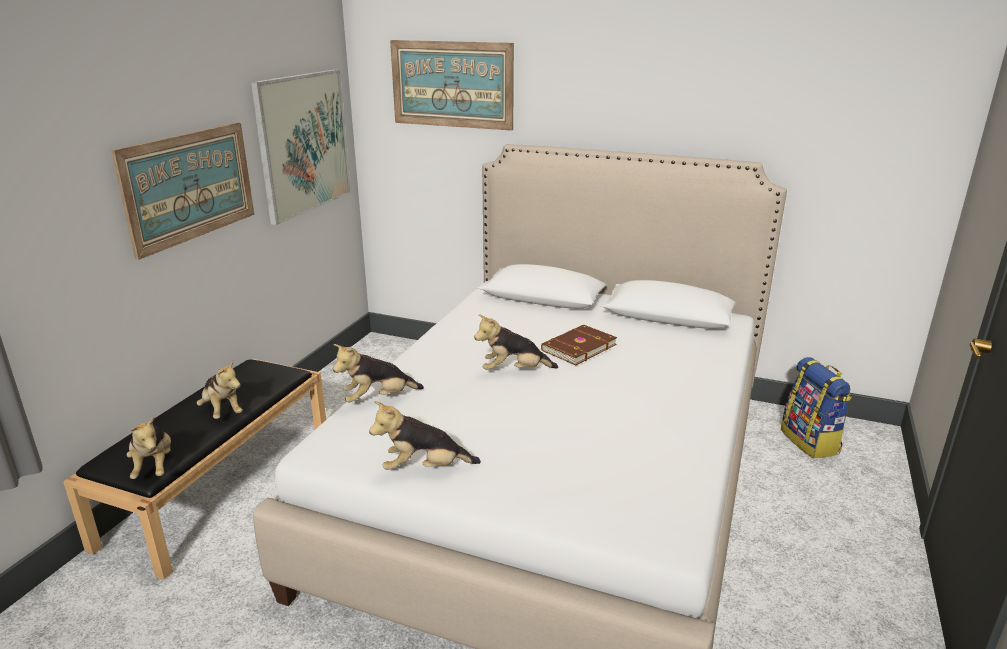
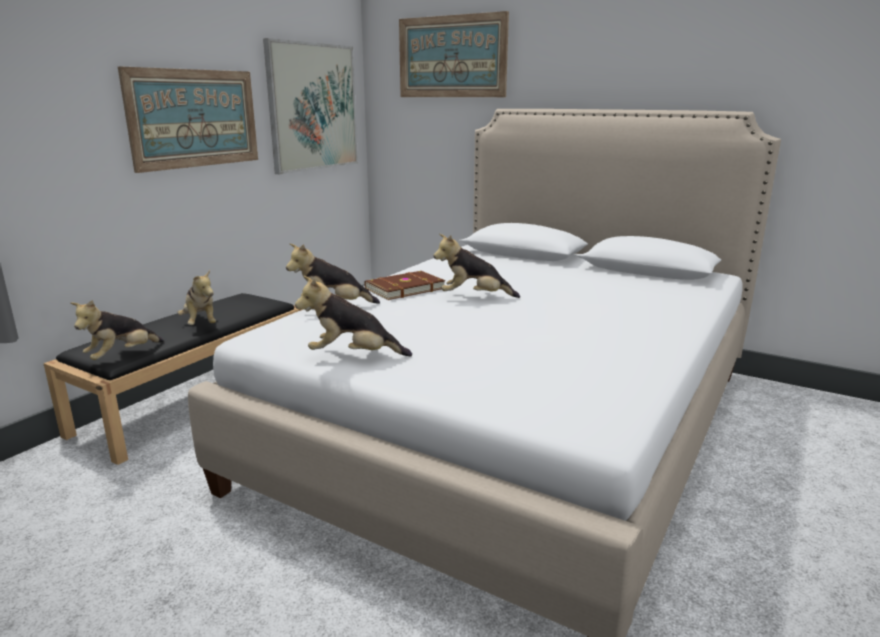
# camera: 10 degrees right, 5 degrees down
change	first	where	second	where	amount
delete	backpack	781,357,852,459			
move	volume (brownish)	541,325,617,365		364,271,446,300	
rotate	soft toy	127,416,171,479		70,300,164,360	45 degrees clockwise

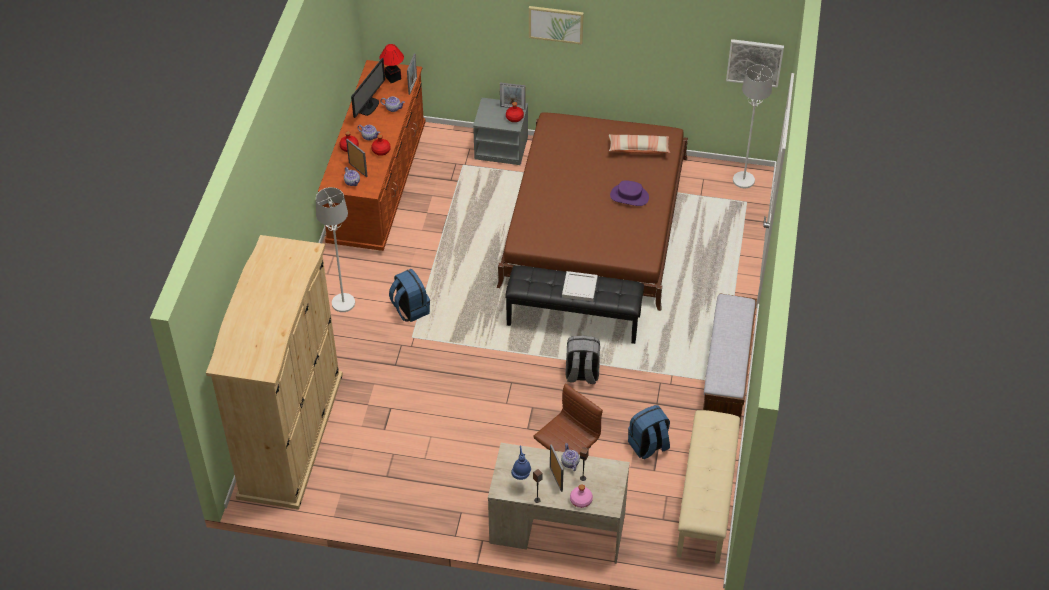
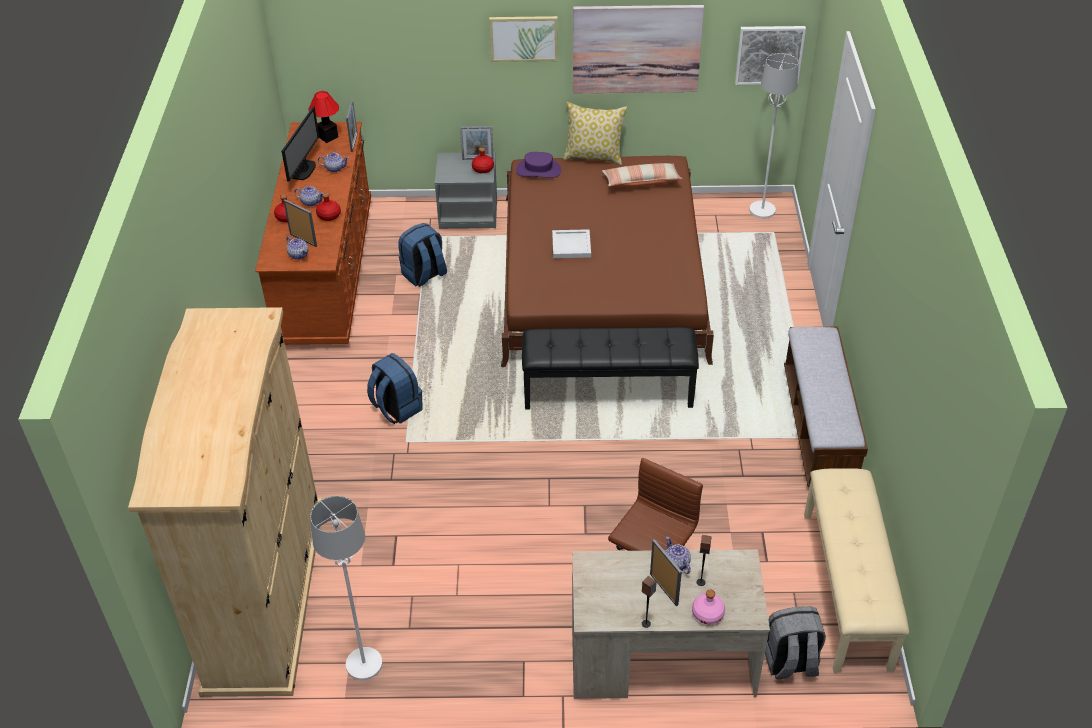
# camera: 10 degrees left, 5 degrees down
change	first	where	second	where	amount
delete	lamp for a table (bluish)	511,445,531,480			
insert			throw pillow	563,102,627,165	
insert			wall art	573,5,704,94	
move	standing lamp (whitish)	316,187,355,312		310,496,383,680	
move	serving tray (whitish)	562,271,598,301		552,229,591,258	
move	backpack (grey)	565,335,600,384		765,607,826,679	
move	wearable hat (purple-coloured)	610,180,649,206		516,152,561,178	
move	backpack (bluish)	628,405,670,459		398,223,447,287	

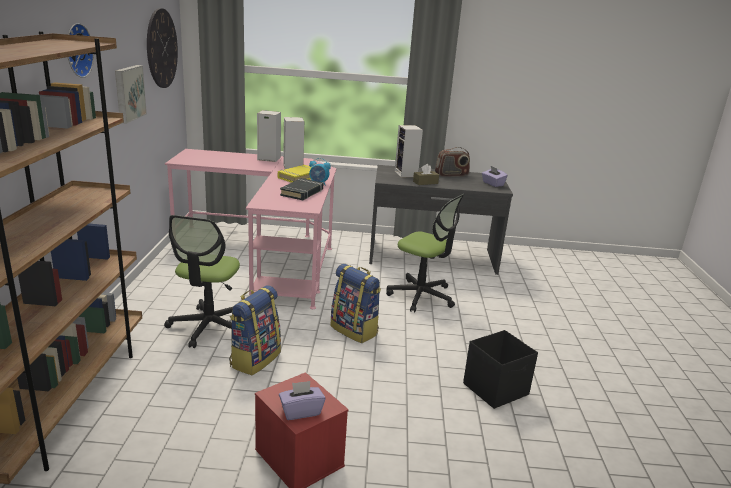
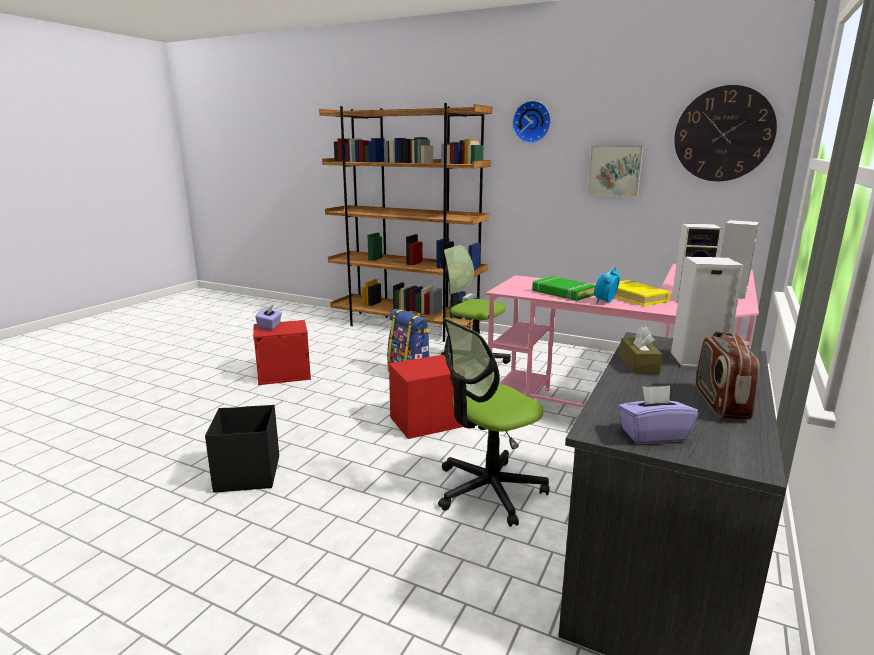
# camera: 115 degrees right, 5 degrees down
change	first	where	second	where	amount
replace	backpack	330,264,381,343	storage box (red-coloured)	389,355,464,439	
recolor	volume (blackish)	280,178,323,200	volume (green)	532,276,596,301	

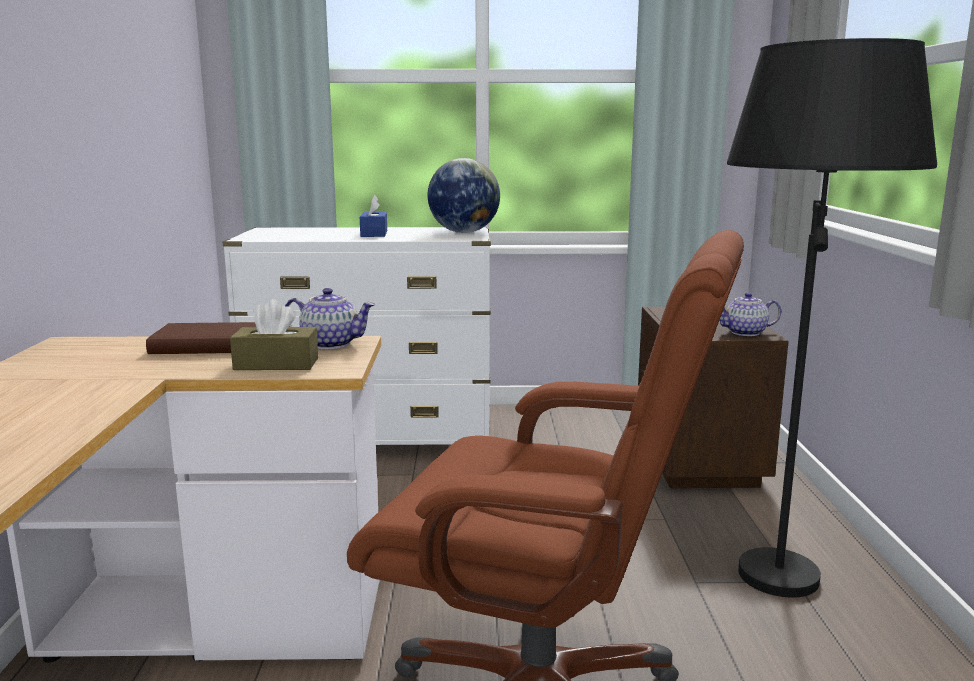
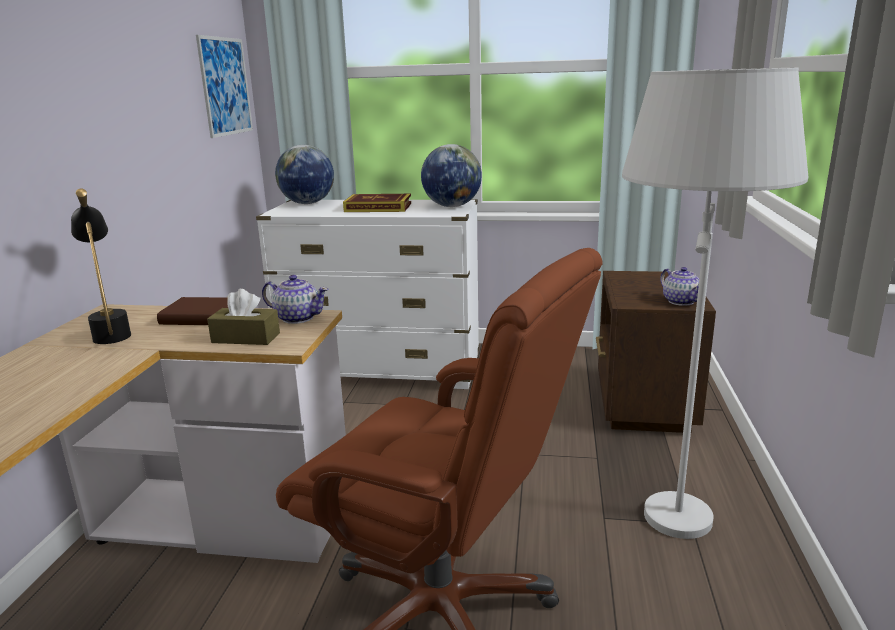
# camera: 10 degrees right, 5 degrees up
change	first	where	second	where	amount
insert			lamp for a table (blackish)	71,189,131,344	
insert			wall art	196,35,253,138	
insert			world globe	275,145,334,204	
replace	tissue holder (bluish)	360,195,387,237	volume	343,194,411,212	
recolor	standing lamp (blackish)	727,38,937,598	standing lamp (whitish)	622,68,808,539	
rotate	teapot	719,292,781,336		660,267,699,306	120 degrees counterclockwise

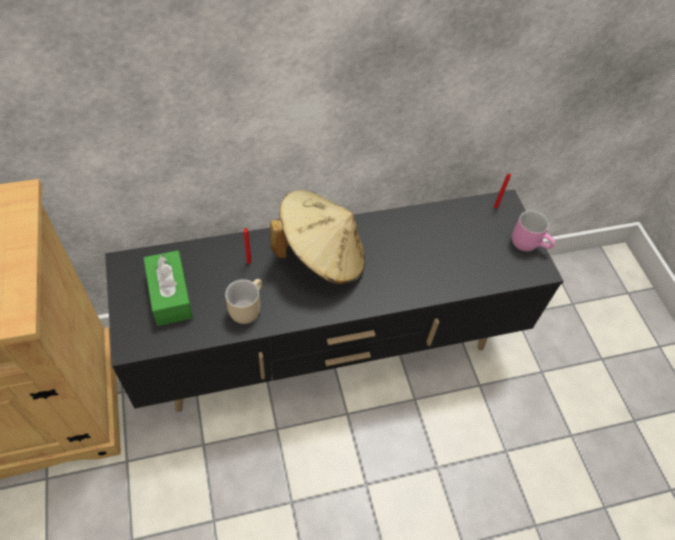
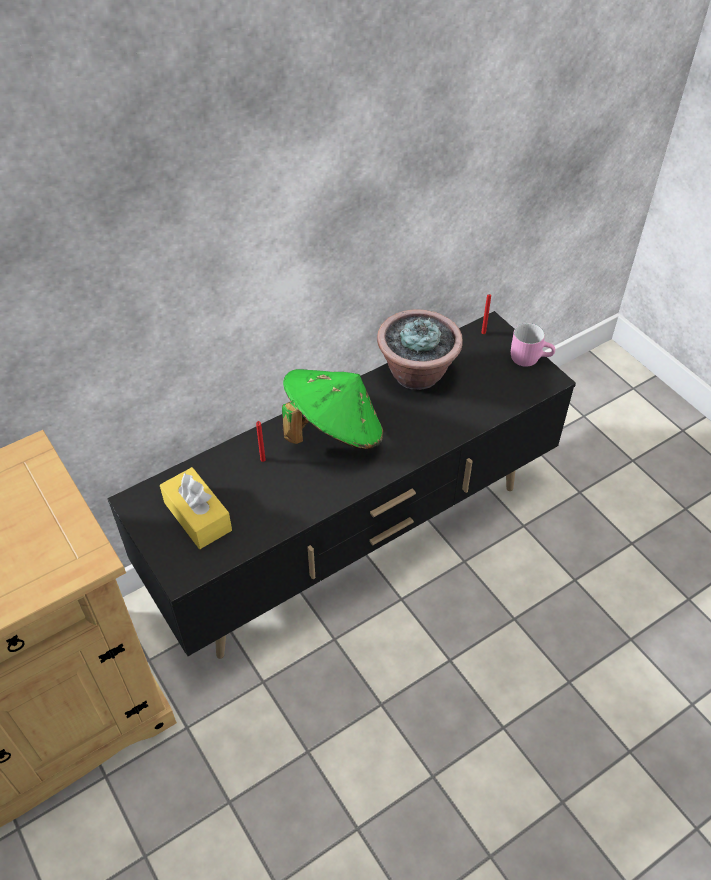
# camera: 15 degrees left, 5 degrees down
change	first	where	second	where	amount
delete	mug (beige)	225,279,262,324			
insert			plant in a pot	377,309,463,390	
recolor	tissue holder (green)	144,250,193,326	tissue holder (yellow-coloured)	160,467,232,549	
recolor	wearable hat (beige)	270,190,365,285	wearable hat (green)	282,369,384,449	

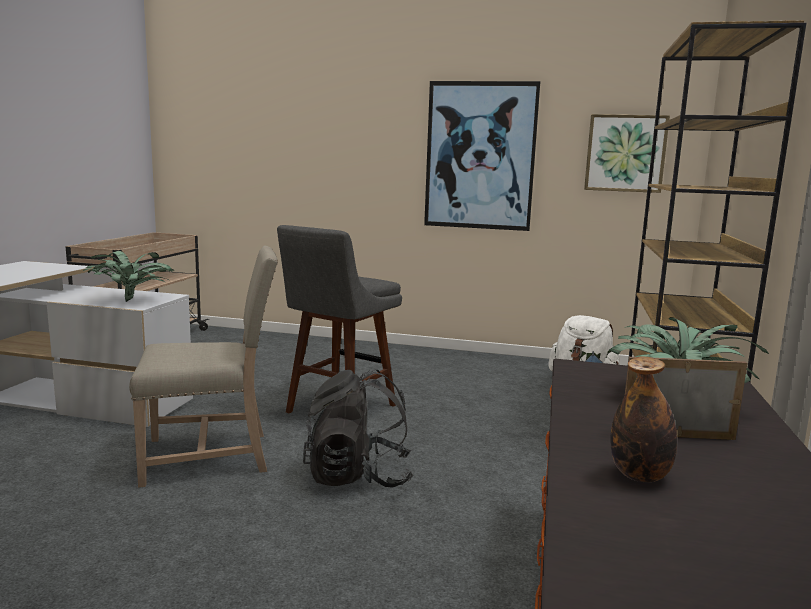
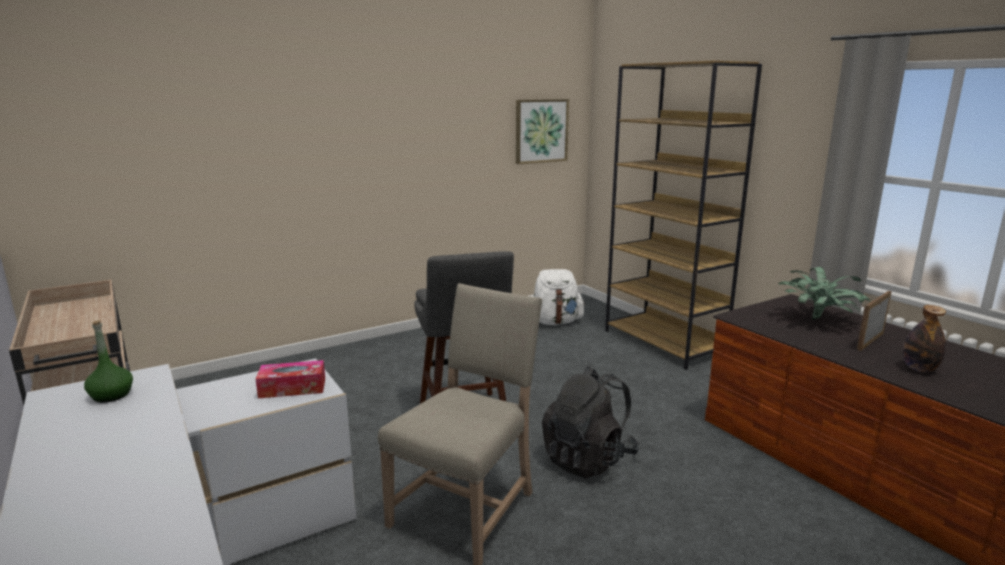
# camera: 45 degrees left, 5 degrees up
change	first	where	second	where	amount
delete	wall art	424,81,540,231			
insert			drink bottle (green)	84,320,133,403	
replace	plant in a pot	83,251,174,302	tissue holder	256,360,325,398	

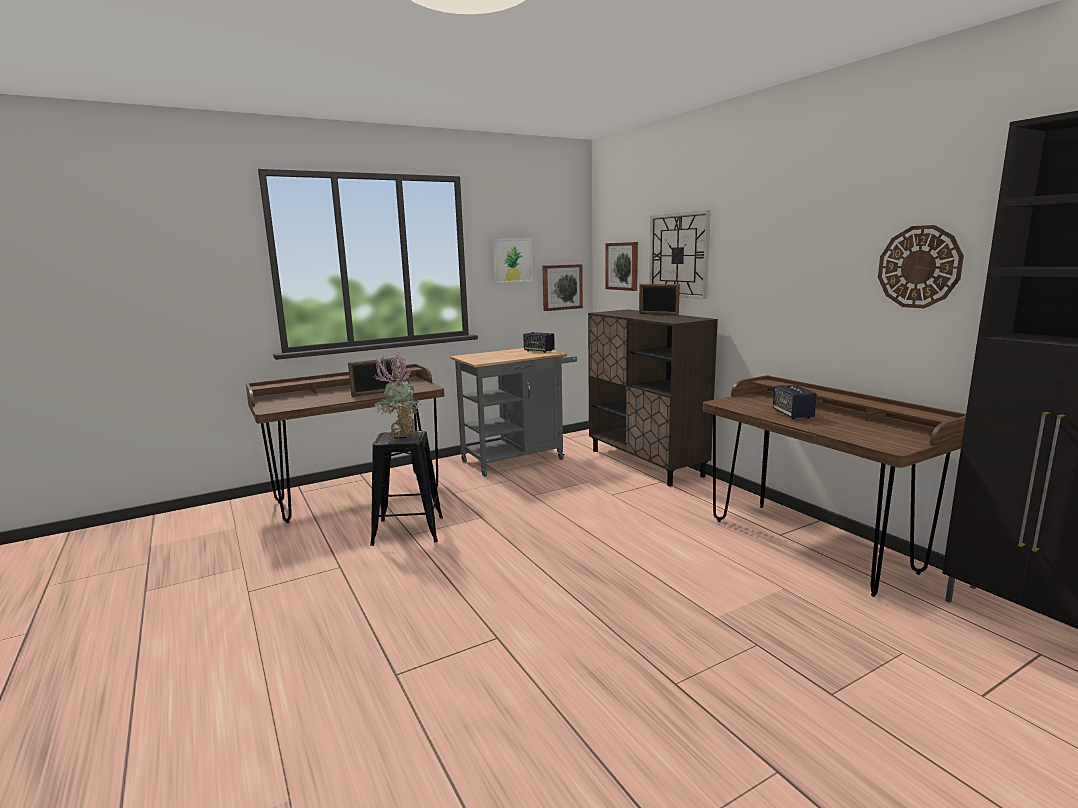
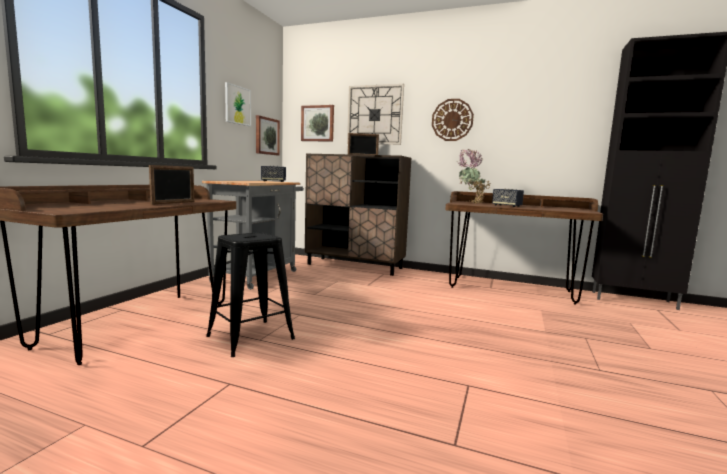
# camera: 40 degrees left, 5 degrees down
change	first	where	second	where	amount
move	plant in a pot	373,352,420,439		457,149,491,203	
move	clock on the wall	878,225,964,308		432,99,474,141	

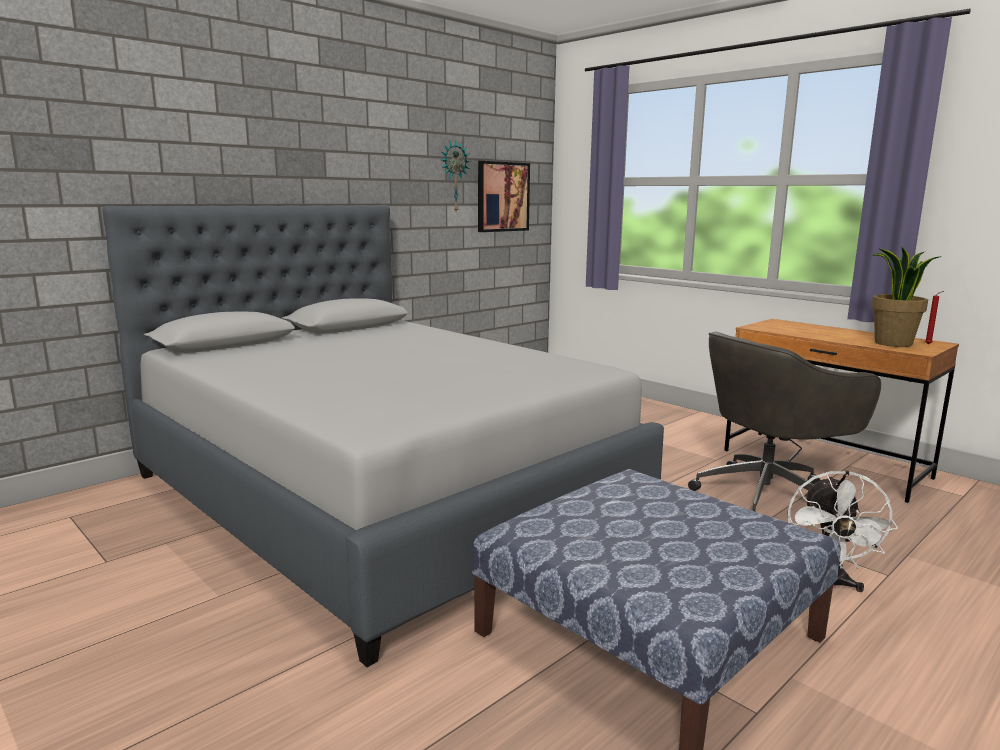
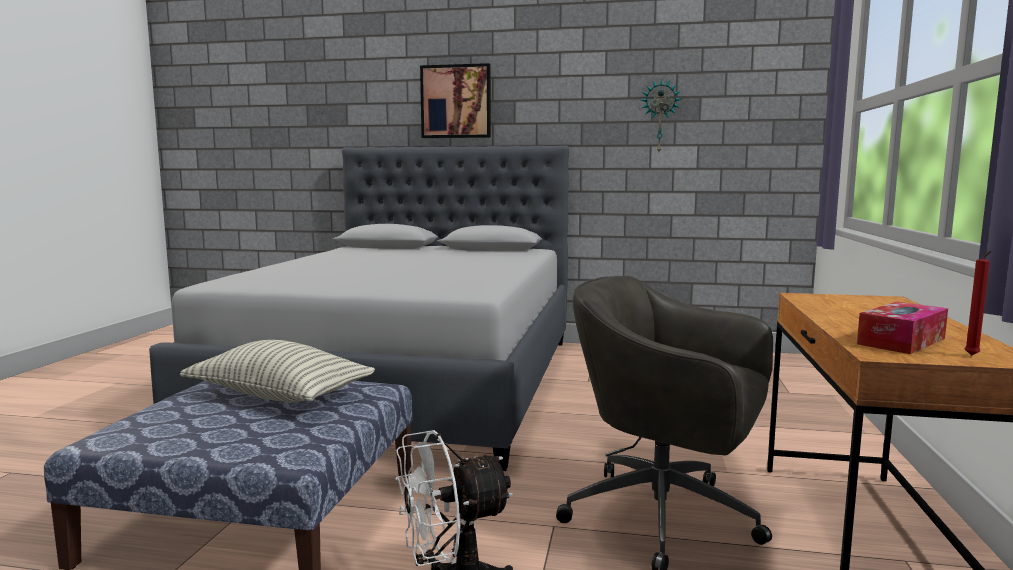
# camera: 55 degrees right, 5 degrees down
change	first	where	second	where	amount
insert			throw pillow	180,340,375,402	
move	wall art	478,161,530,232		420,63,491,138	
replace	plant in a pot	871,247,942,347	tissue holder	857,302,948,354	

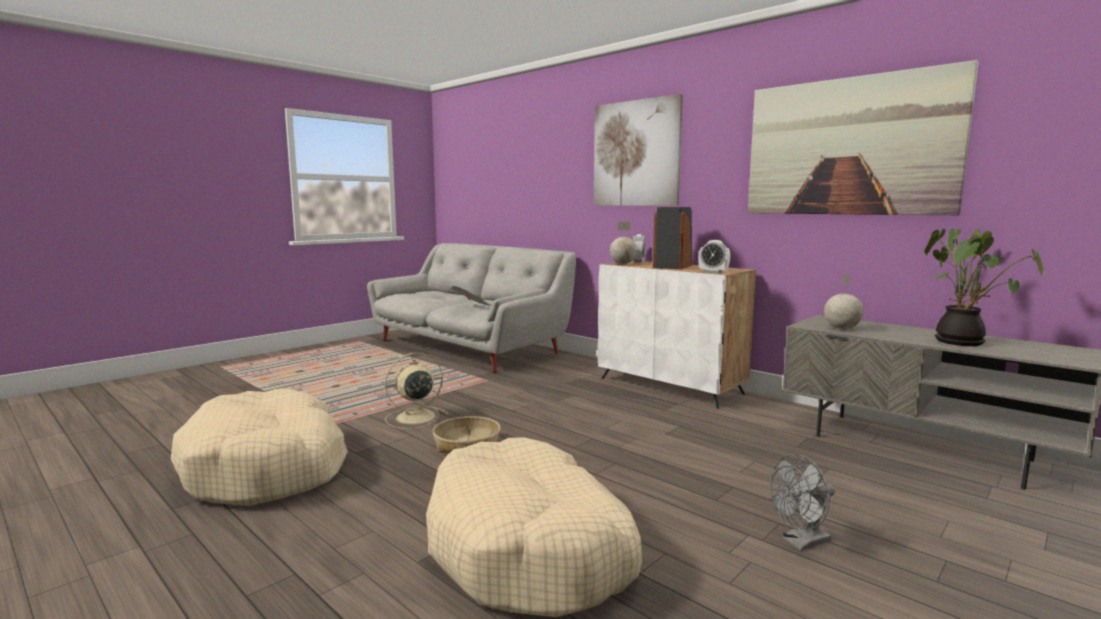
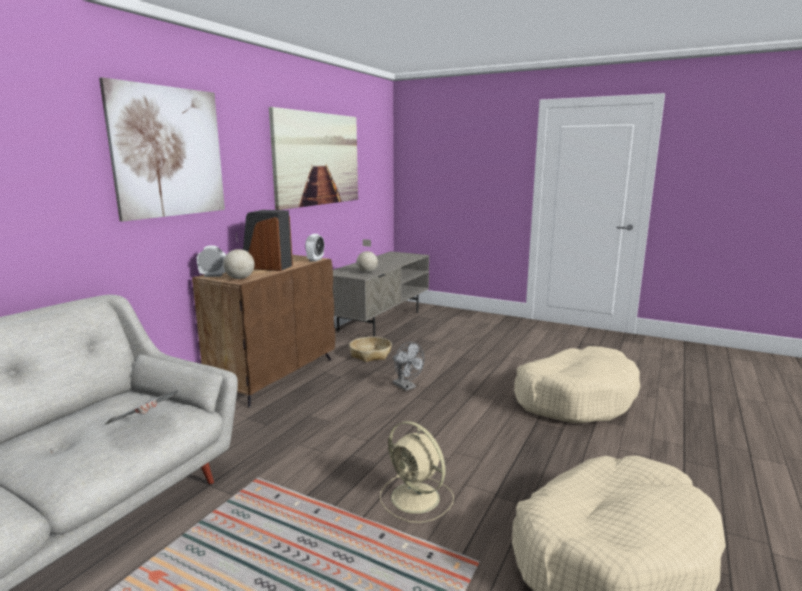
# camera: 105 degrees left, 5 degrees up
change	first	where	second	where	amount
delete	plant in a pot	925,228,1043,346			
move	household basket	433,416,501,454		349,337,392,362	
move	cooling fan (grey)	770,454,835,551		393,342,424,391	
recolor	storage cabinet (whitish)	597,260,756,408	storage cabinet (brownish)	192,255,335,408	

